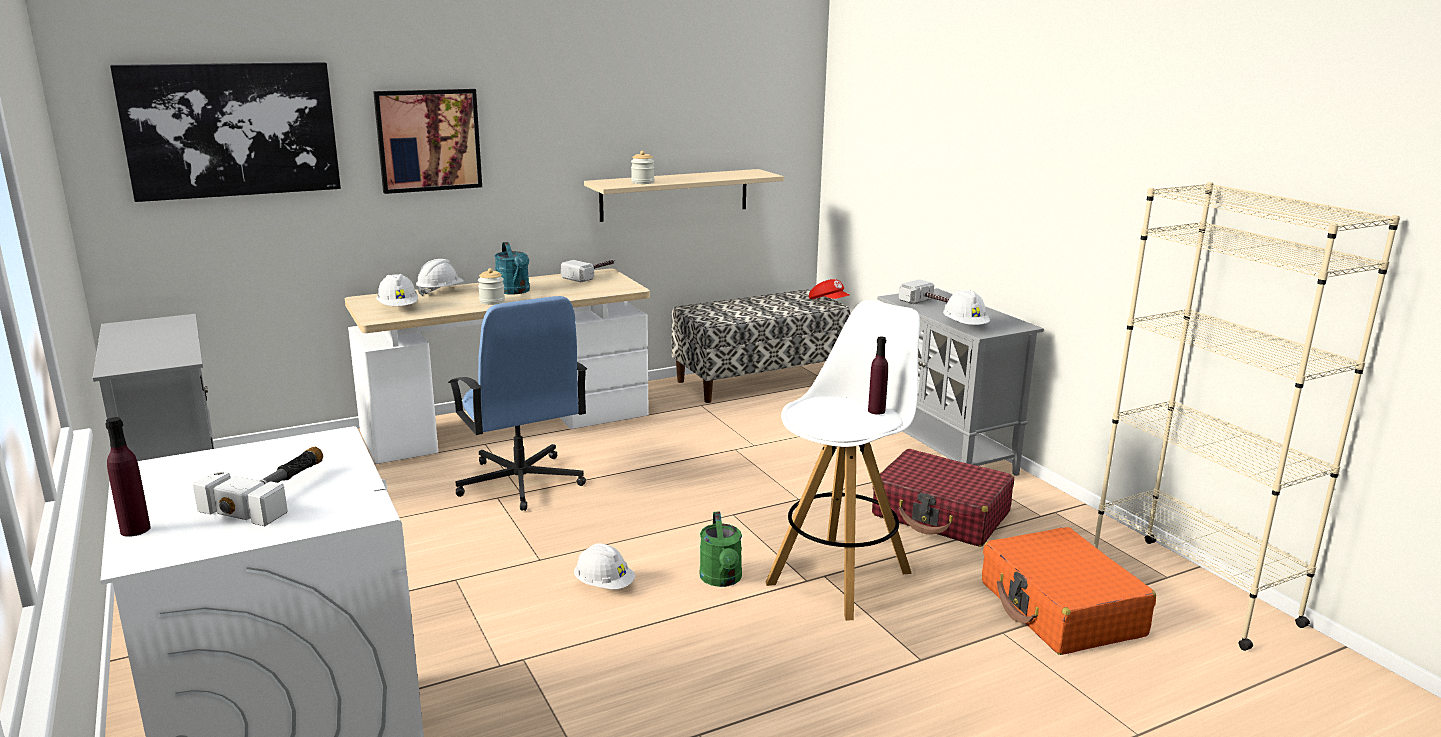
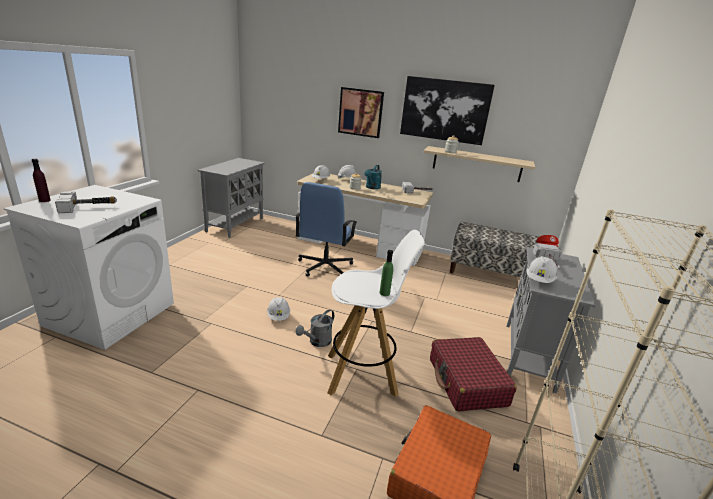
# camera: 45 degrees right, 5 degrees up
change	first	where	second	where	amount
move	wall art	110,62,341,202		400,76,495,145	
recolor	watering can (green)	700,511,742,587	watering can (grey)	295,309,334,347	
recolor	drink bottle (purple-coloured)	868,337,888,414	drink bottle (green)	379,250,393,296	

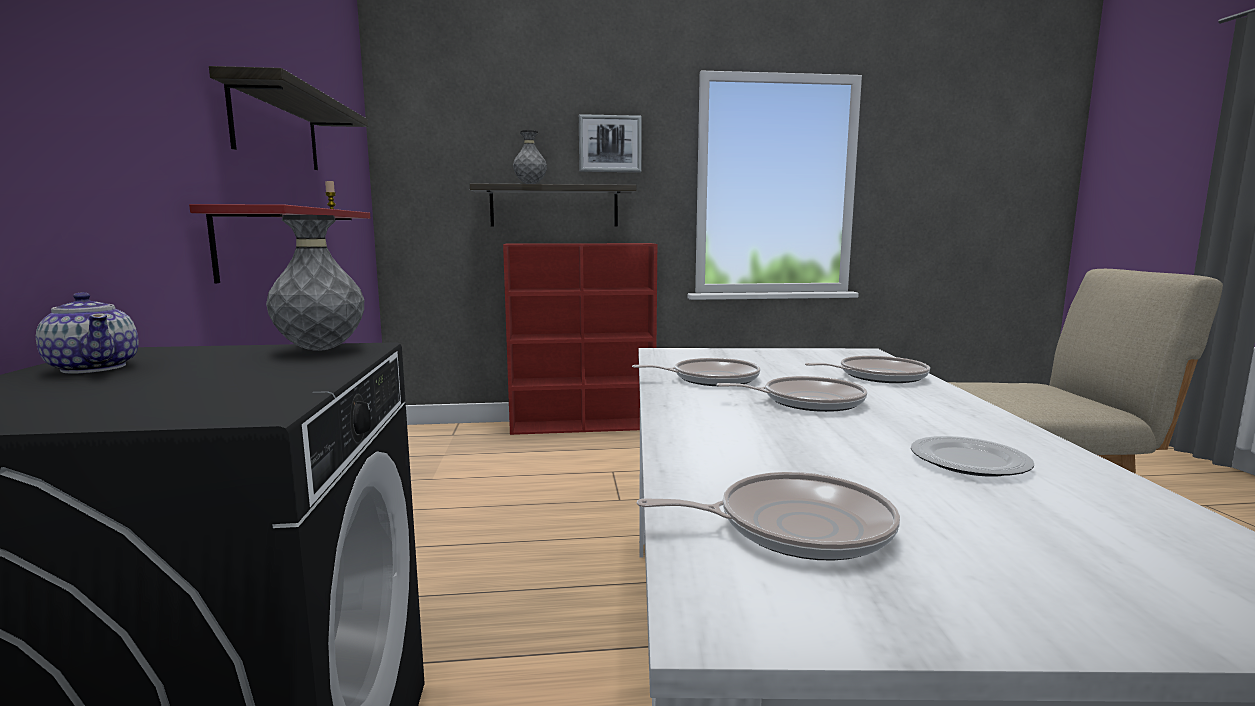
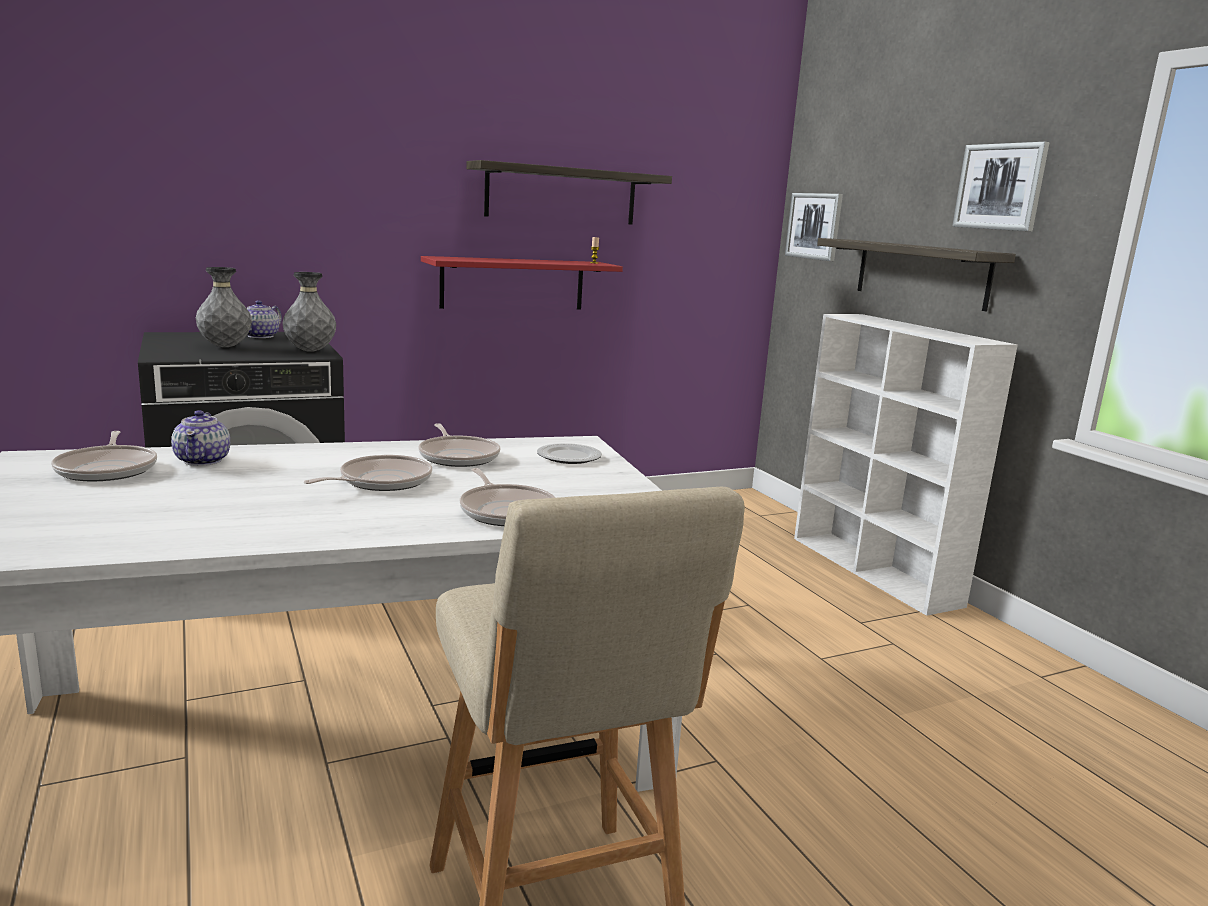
# camera: 70 degrees right, 5 degrees up
change	first	where	second	where	amount
insert			teapot	171,410,230,466	
insert			wall art	785,193,843,261	
move	flower vase (grey)	513,130,547,184		196,267,252,347	
move	plate	911,436,1035,477		537,443,602,464	
recolor	bookshelf (red-coloured)	503,243,657,435	bookshelf (whitish)	794,314,1018,616	
rotate	pan	716,376,867,412		304,455,432,491	120 degrees counterclockwise

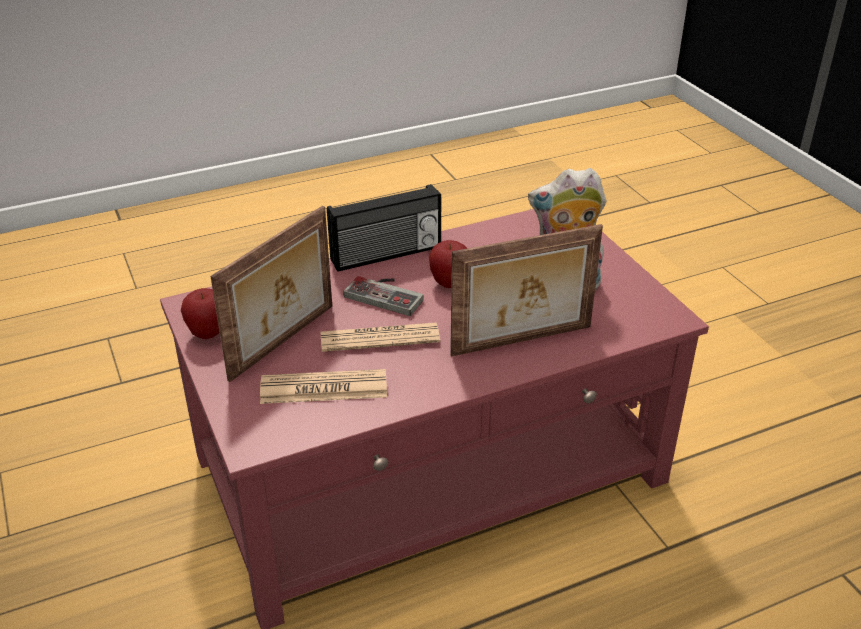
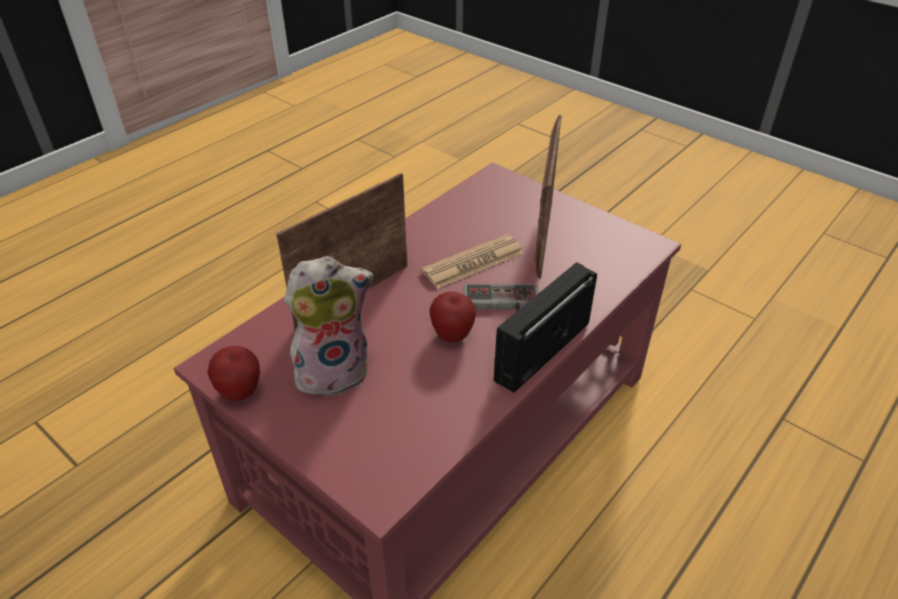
# camera: 155 degrees right, 5 degrees up
change	first	where	second	where	amount
delete	daily paper	260,369,387,404			
move	apple	181,288,220,339		207,346,260,401	

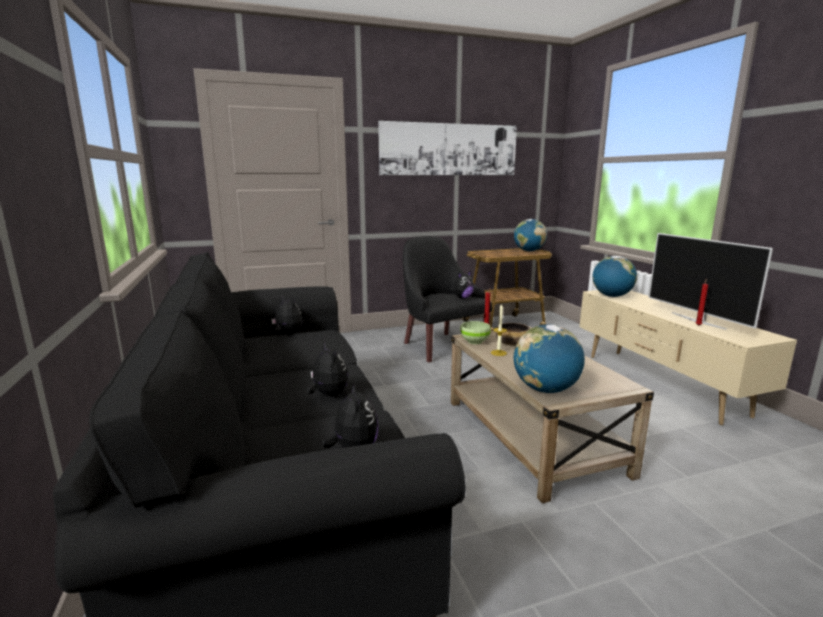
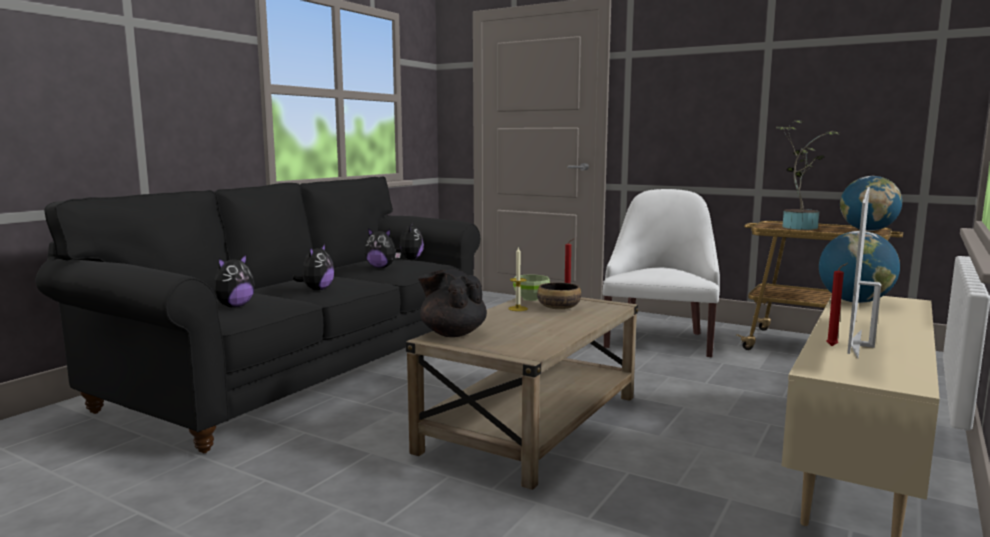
# camera: 50 degrees right, 5 degrees down
change	first	where	second	where	amount
delete	wall art	378,121,517,175			
insert			plant in a pot	776,120,840,230	
move	soft toy	450,271,474,299		364,228,401,268	
replace	world globe	514,324,585,393	teapot (blackish)	418,269,487,337	
recolor	easy chair (blackish)	403,236,492,363	easy chair (whitish)	603,189,720,357	

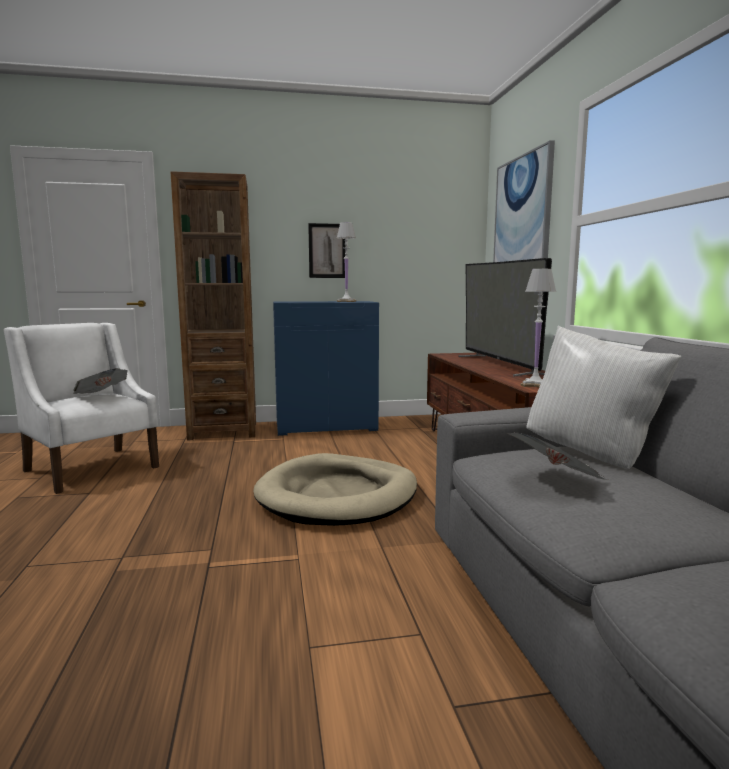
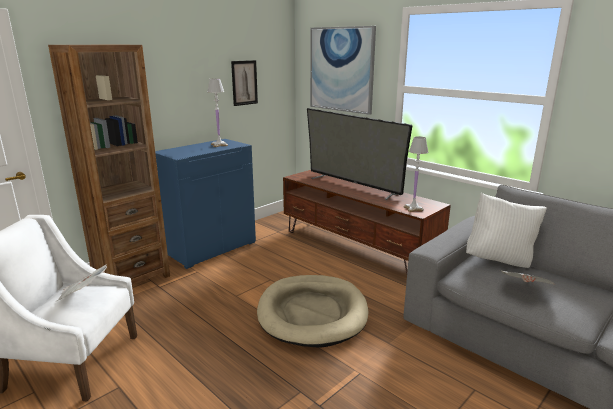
# camera: 35 degrees left, 10 degrees up
change	first	where	second	where	amount
move	wall art	308,223,346,278		231,60,258,106	

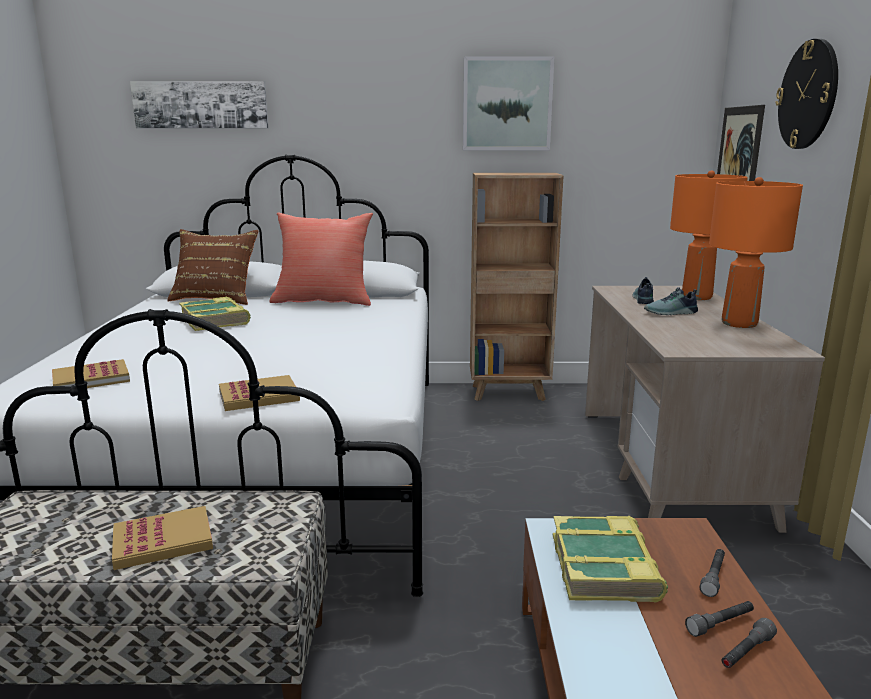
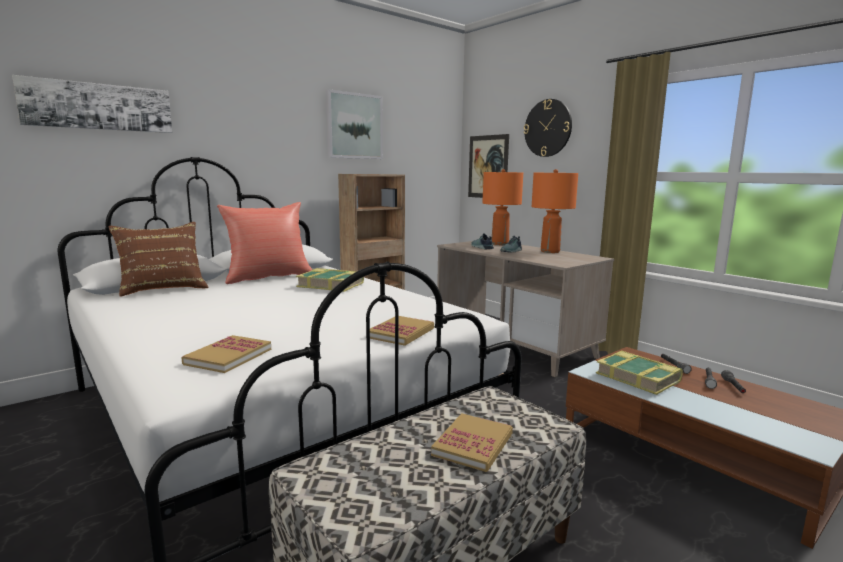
# camera: 40 degrees left, 5 degrees down
change	first	where	second	where	amount
move	volume	179,297,251,331		296,268,364,292	

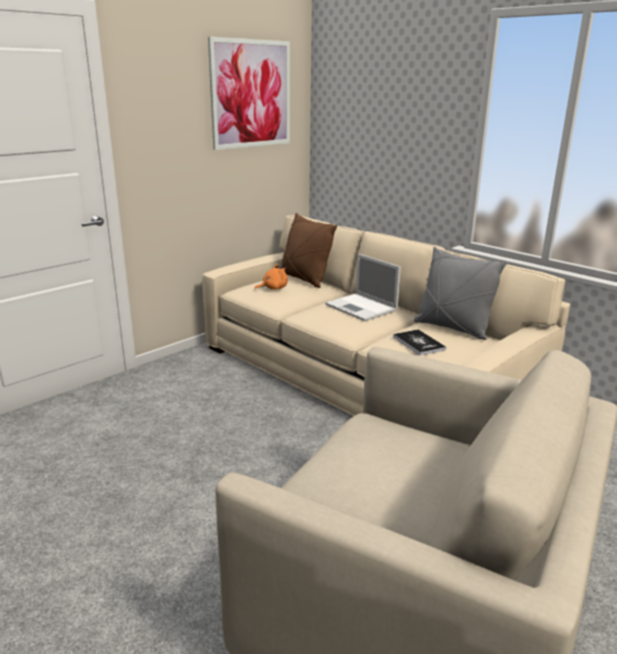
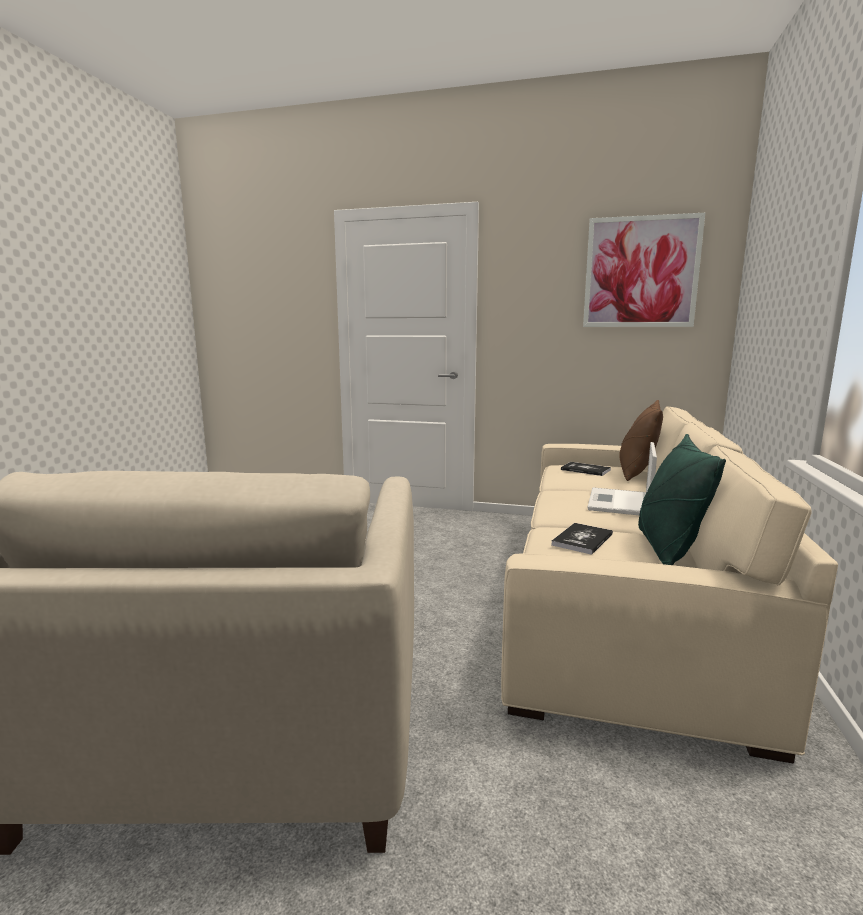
# camera: 60 degrees right, 10 degrees down
change	first	where	second	where	amount
replace	soft toy (orange-coloured)	254,264,288,290	volume	561,462,611,476	
recolor	throw pillow (grey)	414,247,507,340	throw pillow (green)	638,434,726,565	

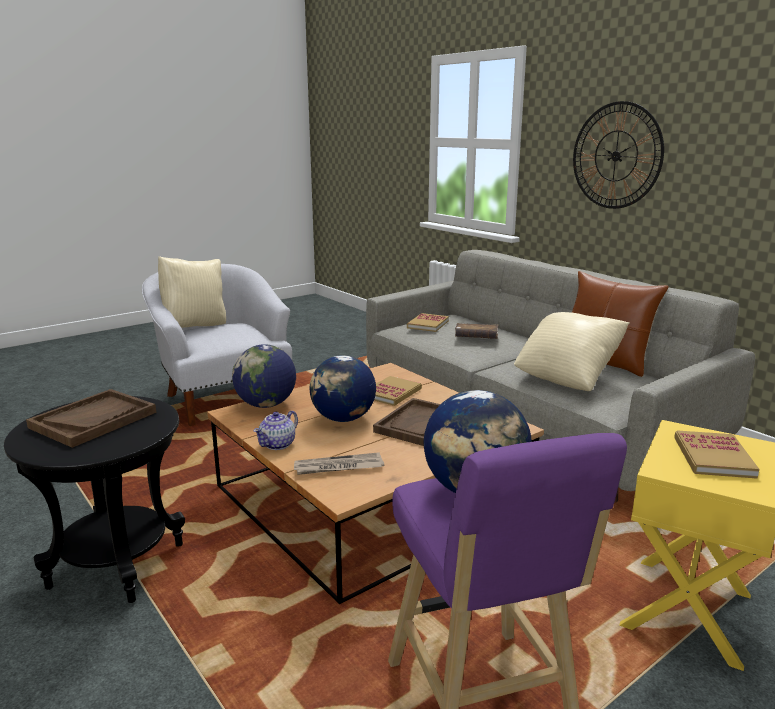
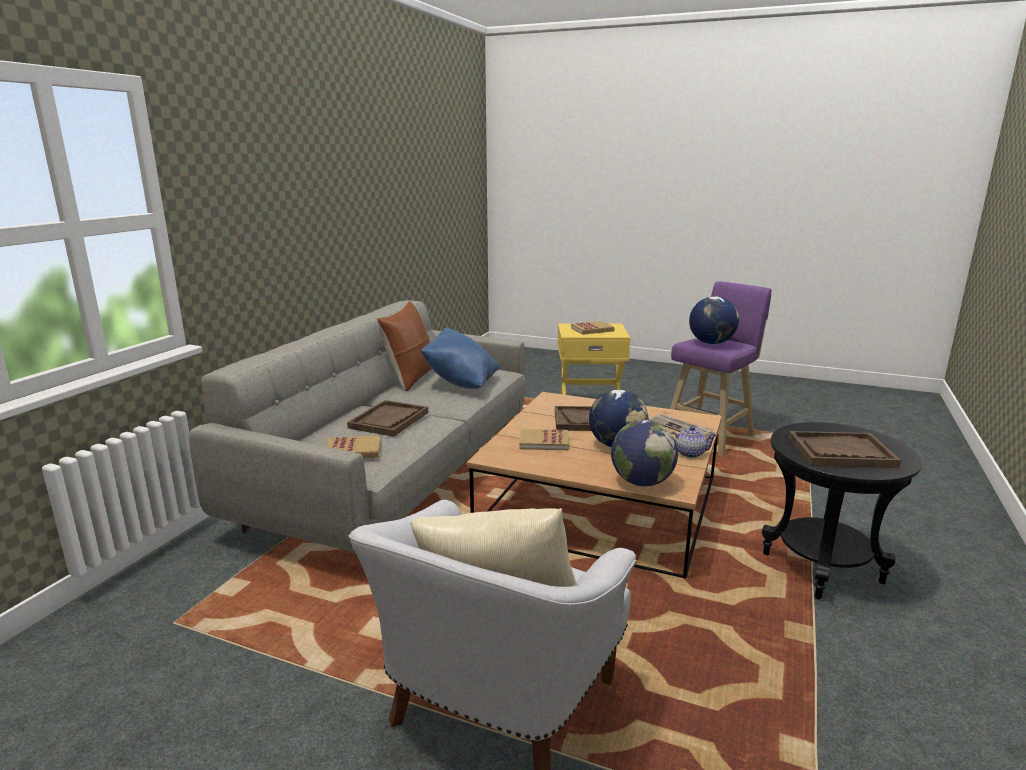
# camera: 120 degrees left, 0 degrees up
change	first	where	second	where	amount
delete	clock on the wall	573,101,664,209			
replace	volume (brownish)	455,323,498,339	serving tray (brownish)	347,400,428,437	
recolor	throw pillow (beige)	514,312,630,391	throw pillow (bluish)	421,328,499,389	

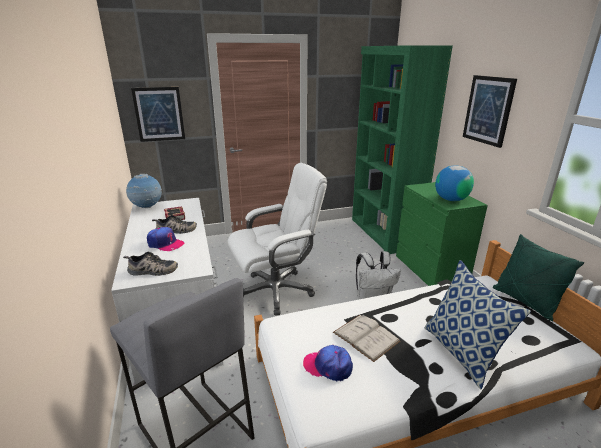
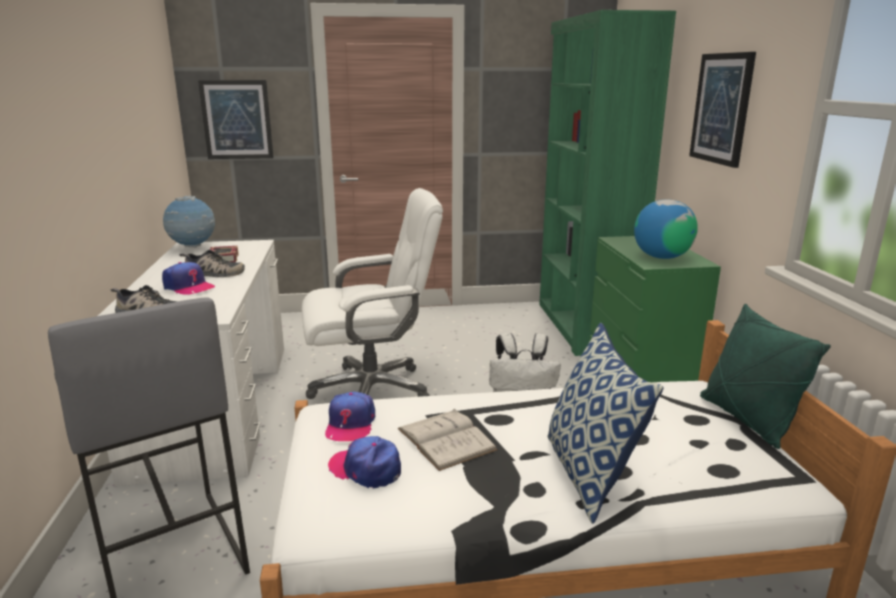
# camera: 10 degrees right, 5 degrees down
change	first	where	second	where	amount
insert			peaked cap	325,392,375,441	

